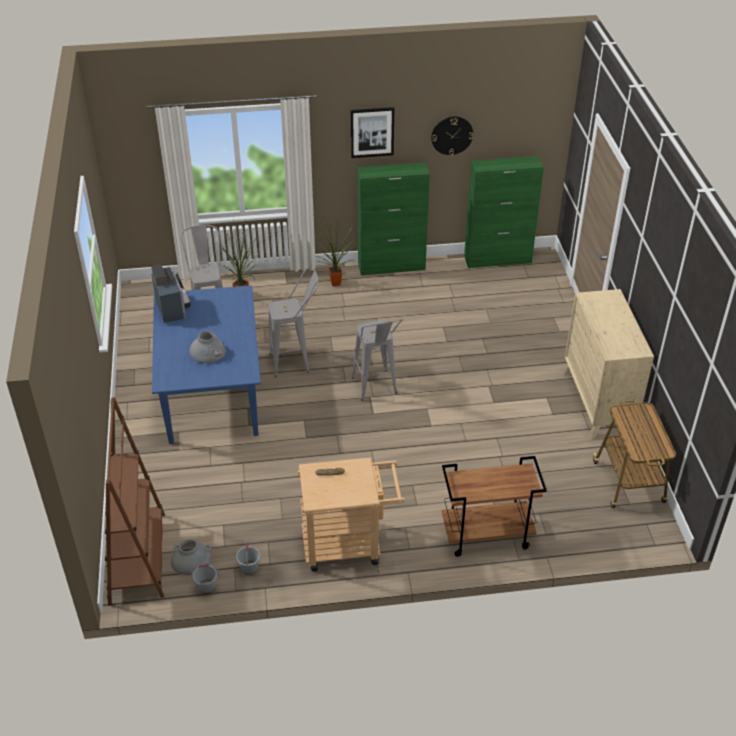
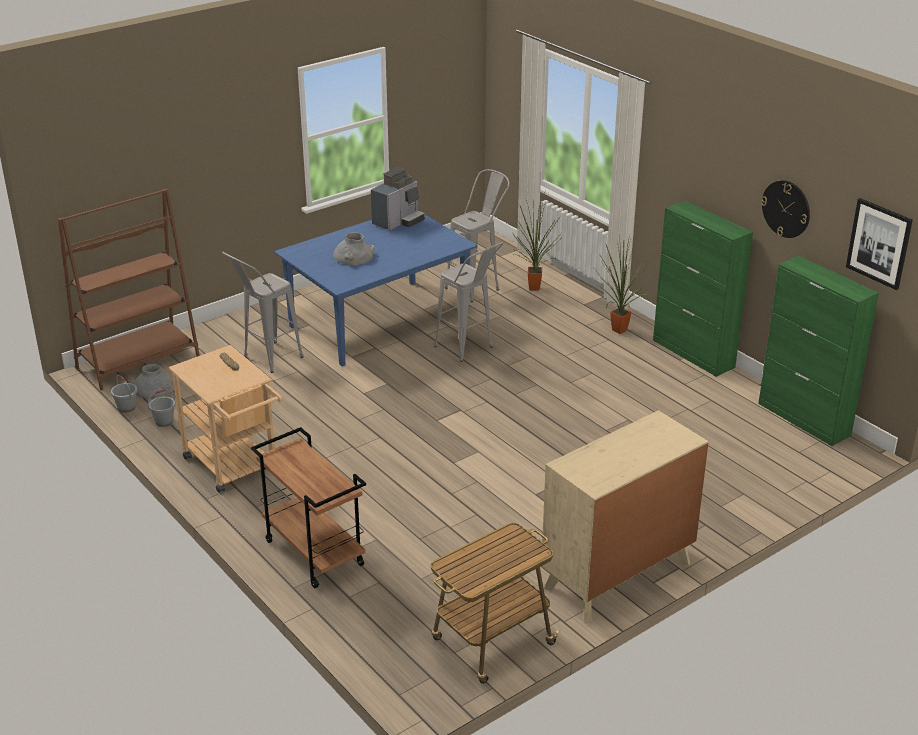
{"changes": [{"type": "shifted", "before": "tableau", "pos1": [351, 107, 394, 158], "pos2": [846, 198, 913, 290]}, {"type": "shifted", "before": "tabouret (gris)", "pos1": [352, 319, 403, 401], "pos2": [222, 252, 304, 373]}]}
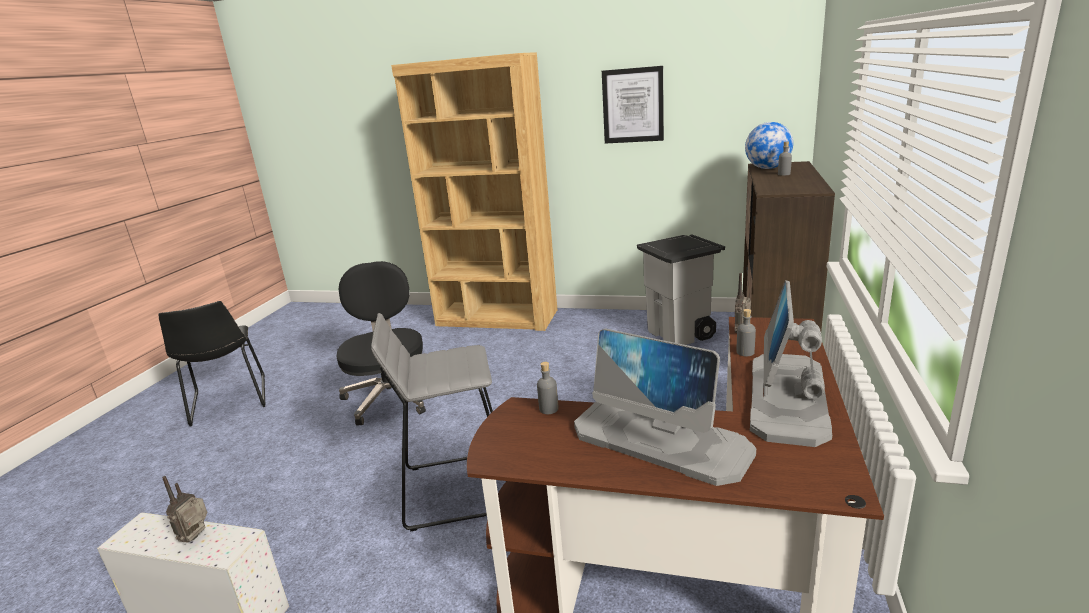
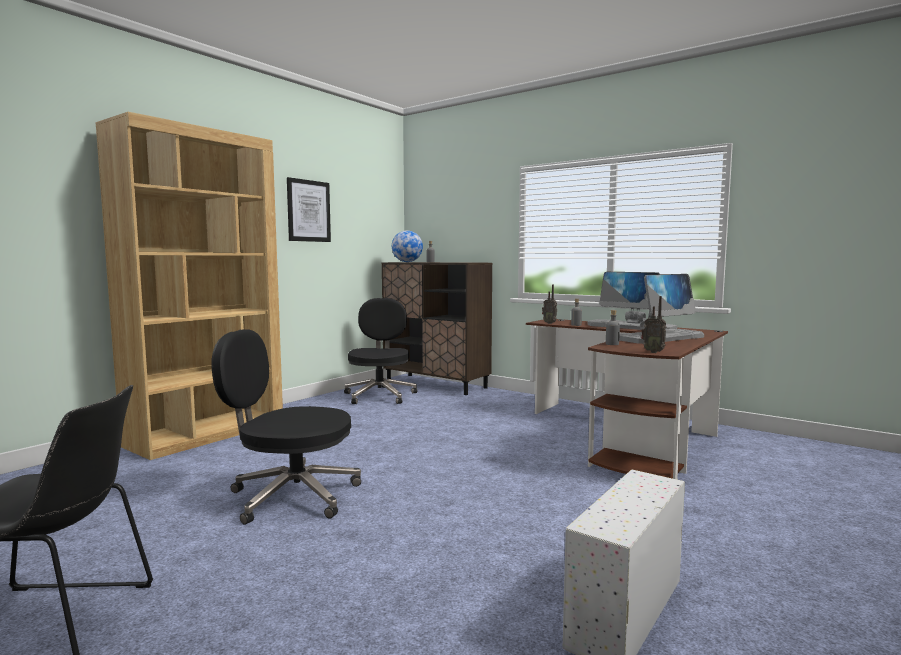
{"changes": [{"type": "shifted", "before": "radio", "pos1": [162, 476, 207, 542], "pos2": [641, 296, 666, 353]}, {"type": "gone", "before": "tabouret (gris)", "pos1": [371, 313, 493, 531]}, {"type": "swapped", "before": "poubelle (gris)", "after": "chaise de bureau (noir)", "pos1": [637, 235, 725, 345], "pos2": [344, 298, 417, 404]}]}
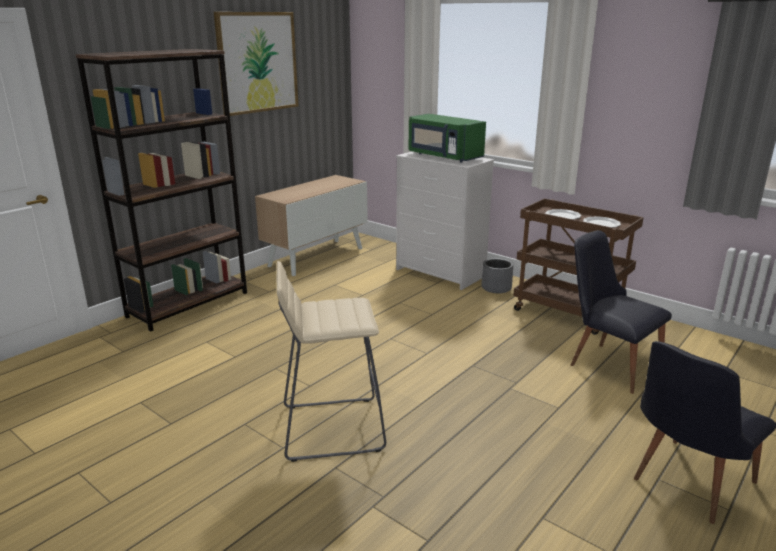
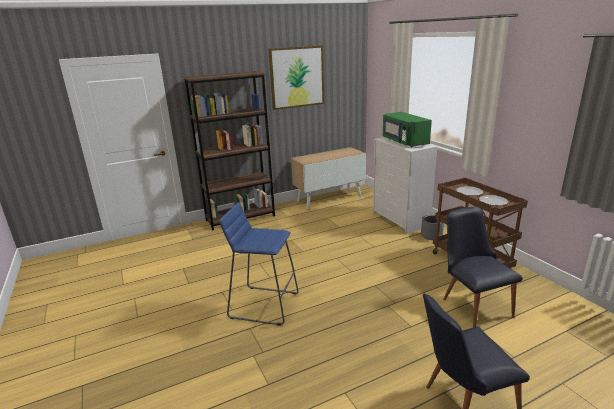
{"changes": [{"type": "repainted", "before": "tabouret (beige)", "after": "tabouret (bleu)", "pos1": [276, 261, 386, 462], "pos2": [219, 202, 299, 325]}]}
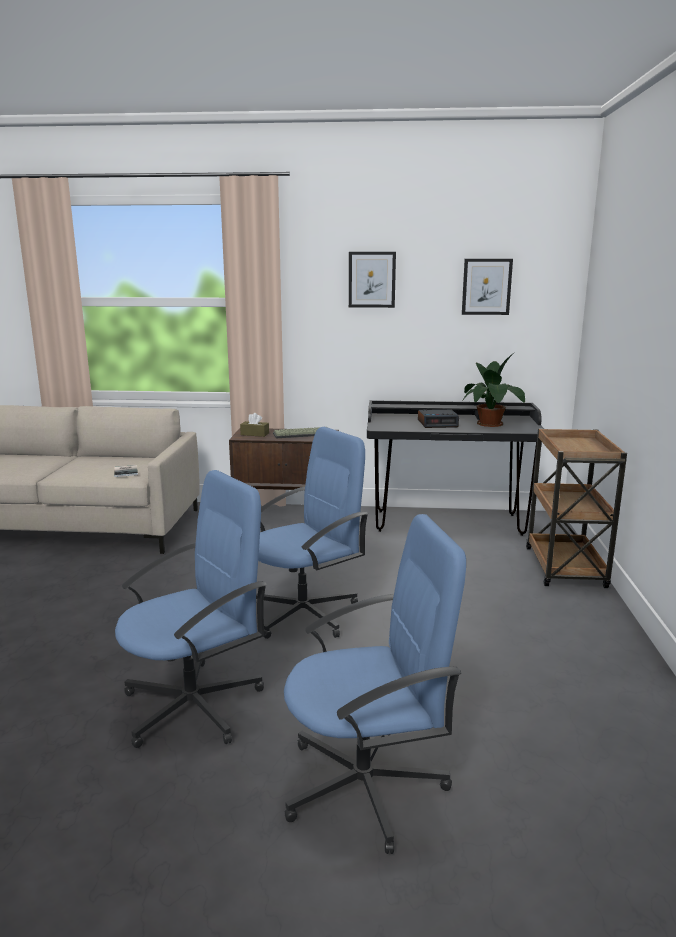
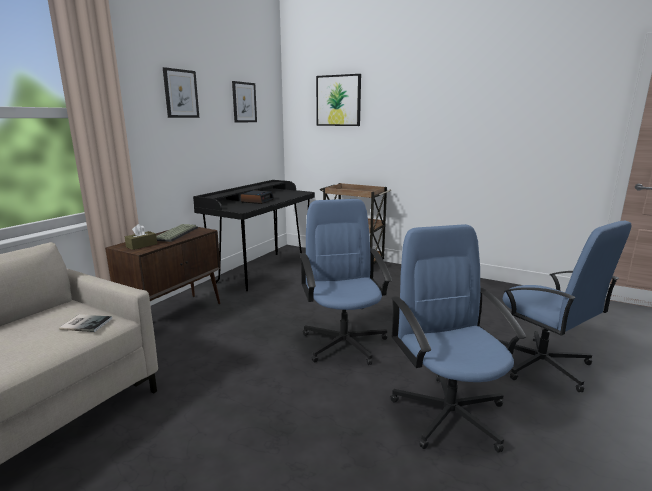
{"changes": [{"type": "rotated", "before": "chaise de bureau (bleu)", "pos1": [284, 514, 466, 854], "pos2": [497, 221, 632, 392], "turn": 135}, {"type": "gone", "before": "plante en pot", "pos1": [463, 353, 525, 427]}, {"type": "new", "after": "tableau", "pos2": [316, 74, 361, 126]}]}
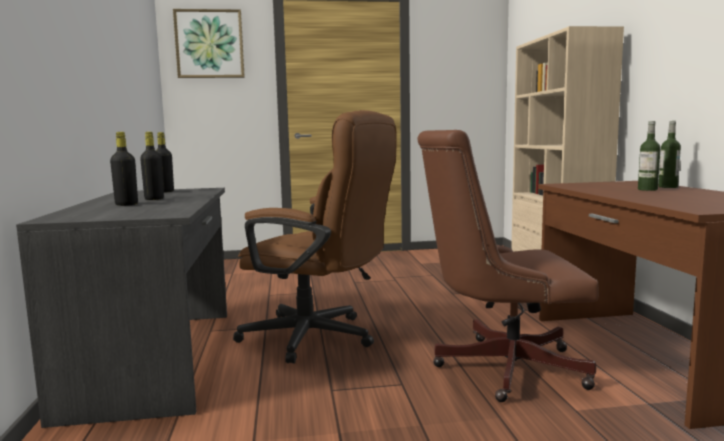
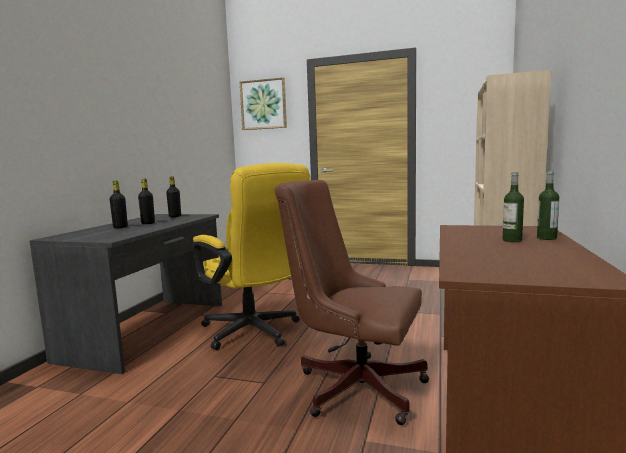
{"changes": [{"type": "repainted", "before": "chaise de bureau (marron)", "after": "chaise de bureau (jaune)", "pos1": [233, 110, 397, 364], "pos2": [193, 163, 311, 350]}]}
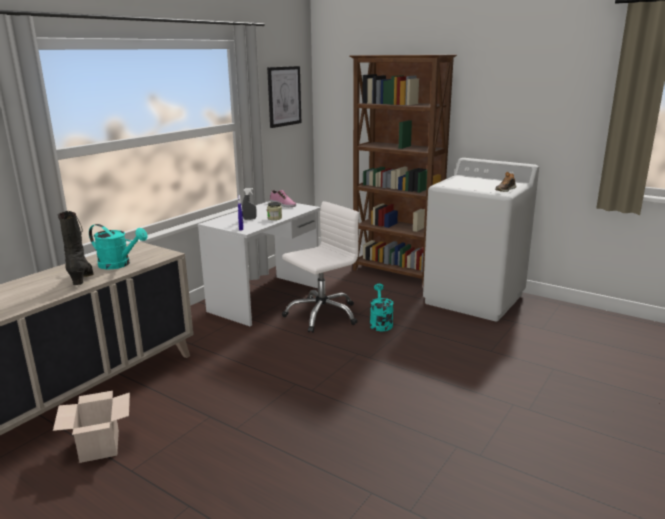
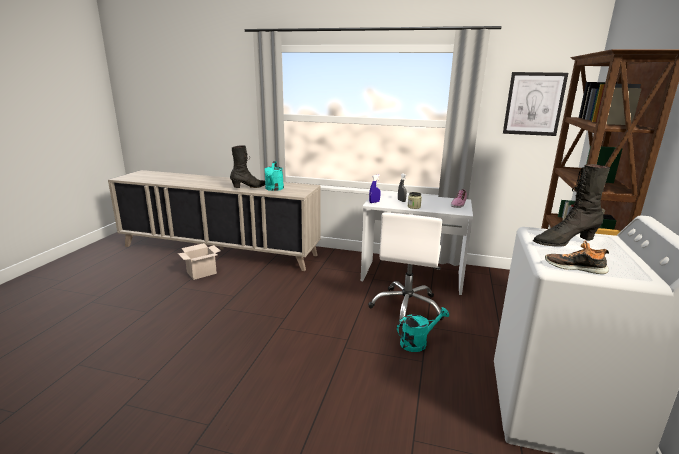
{"changes": [{"type": "rotated", "before": "chaise de bureau (blanc)", "pos1": [282, 201, 359, 333], "pos2": [368, 213, 445, 327], "turn": 75}, {"type": "new", "after": "botte (noir)", "pos2": [533, 164, 610, 247]}]}
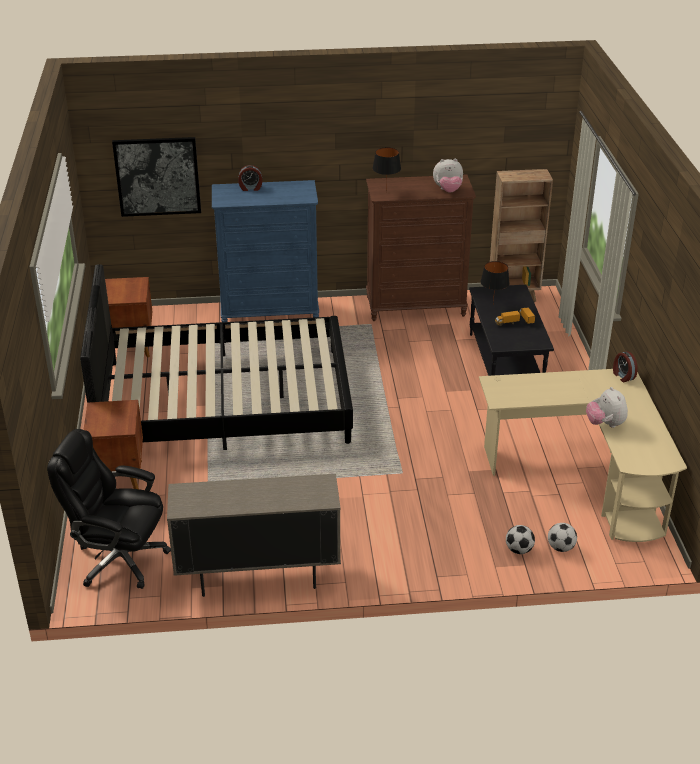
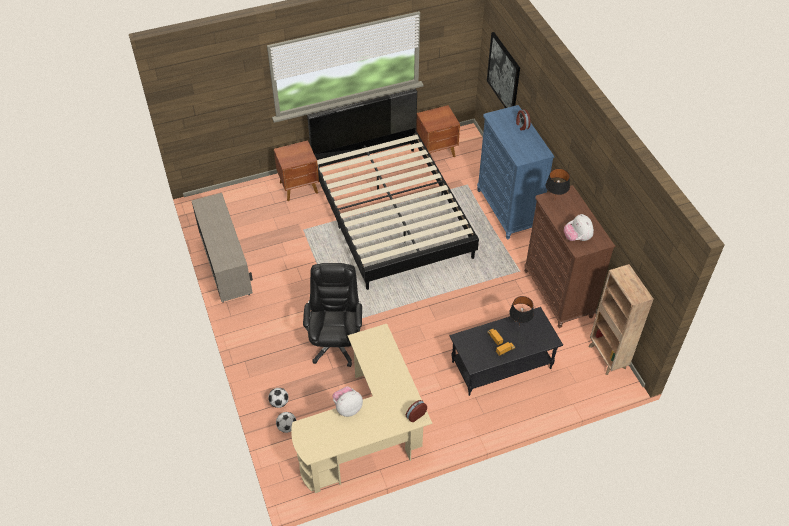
{"changes": [{"type": "shifted", "before": "chaise de bureau (noir)", "pos1": [47, 429, 171, 589], "pos2": [303, 263, 362, 367]}]}
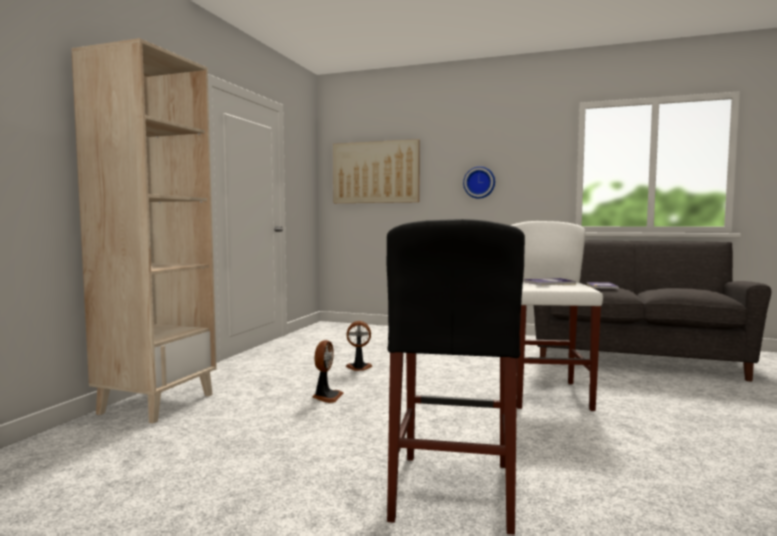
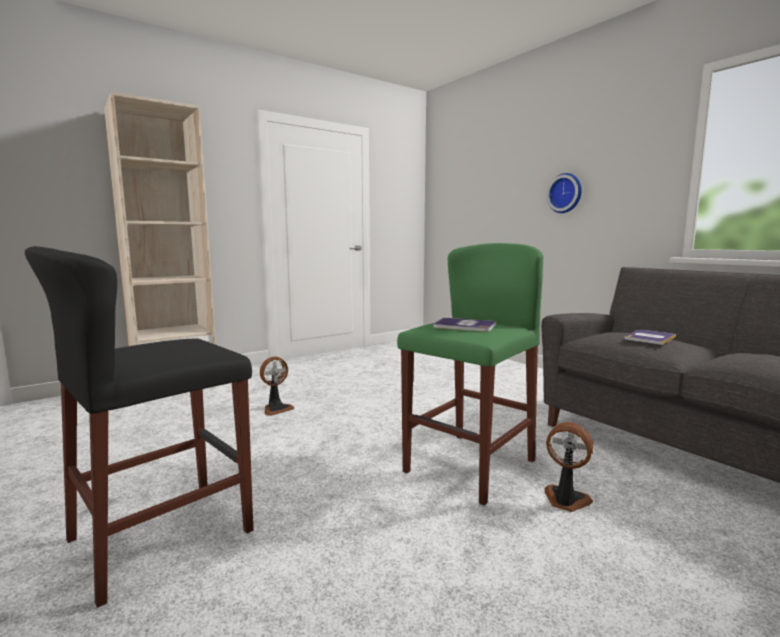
{"changes": [{"type": "gone", "before": "tableau", "pos1": [333, 139, 420, 203]}, {"type": "shifted", "before": "ventilateur", "pos1": [346, 321, 372, 371], "pos2": [544, 422, 594, 512]}, {"type": "repainted", "before": "tabouret (blanc)", "after": "tabouret (vert)", "pos1": [511, 221, 603, 411], "pos2": [397, 243, 543, 506]}]}
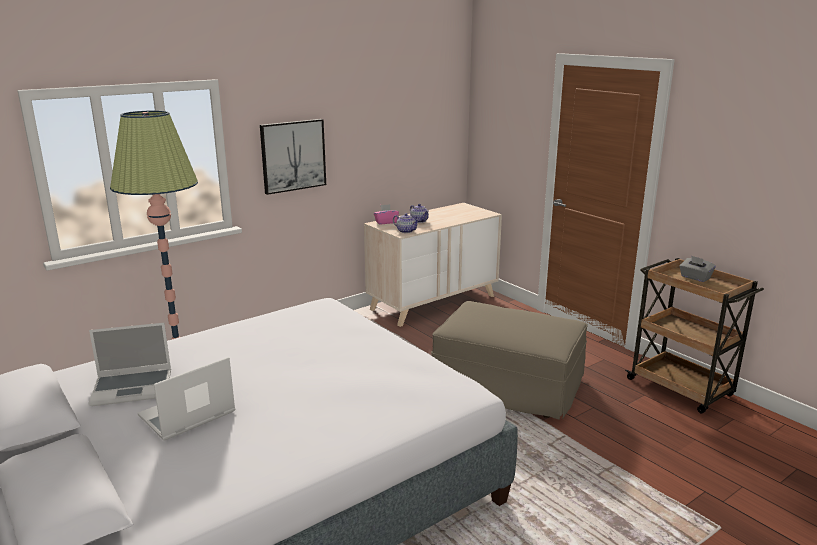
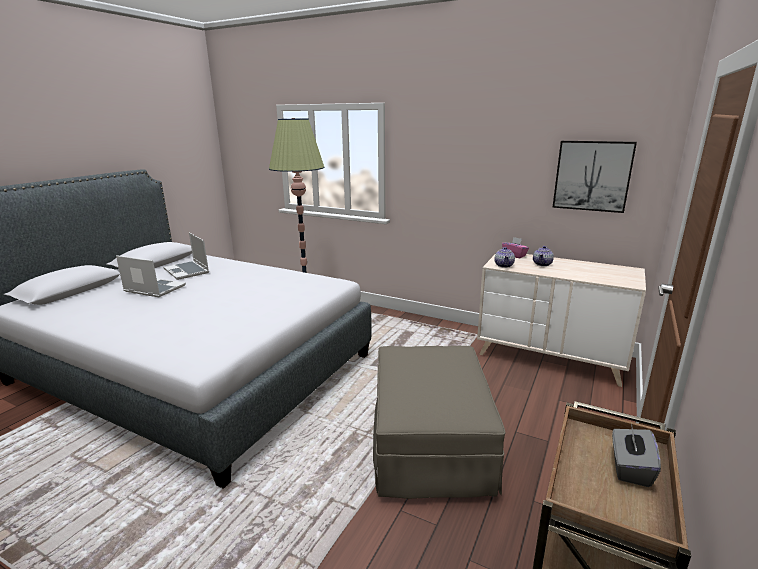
{"changes": [{"type": "shifted", "before": "tableau", "pos1": [260, 119, 326, 195], "pos2": [552, 141, 637, 213]}]}
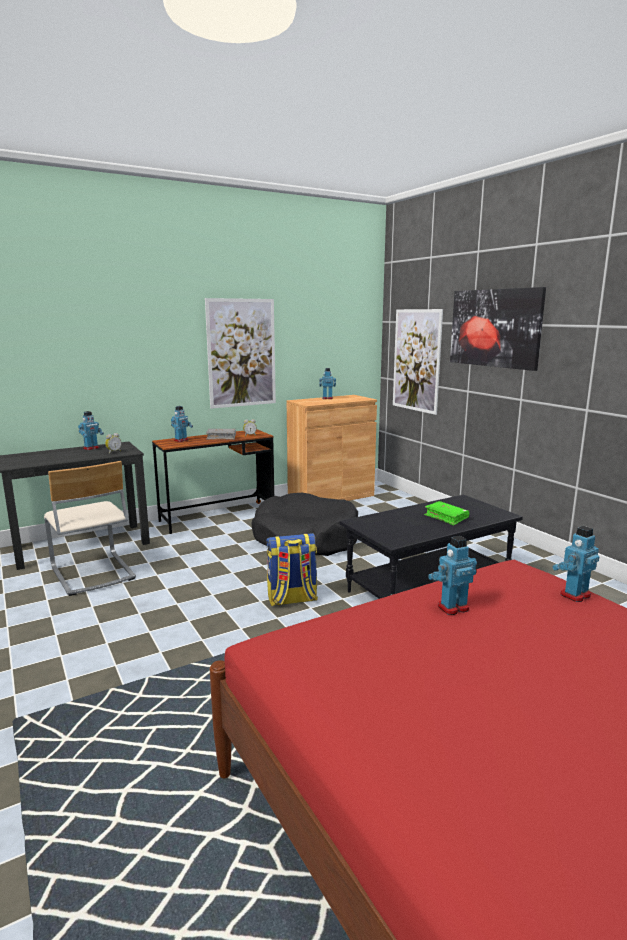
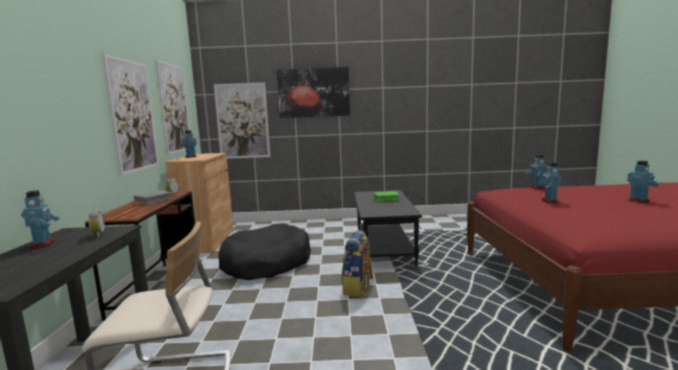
{"changes": [{"type": "shifted", "before": "robot jouet", "pos1": [171, 406, 193, 442], "pos2": [627, 160, 659, 203]}, {"type": "new", "after": "tableau", "pos2": [155, 59, 190, 155]}]}
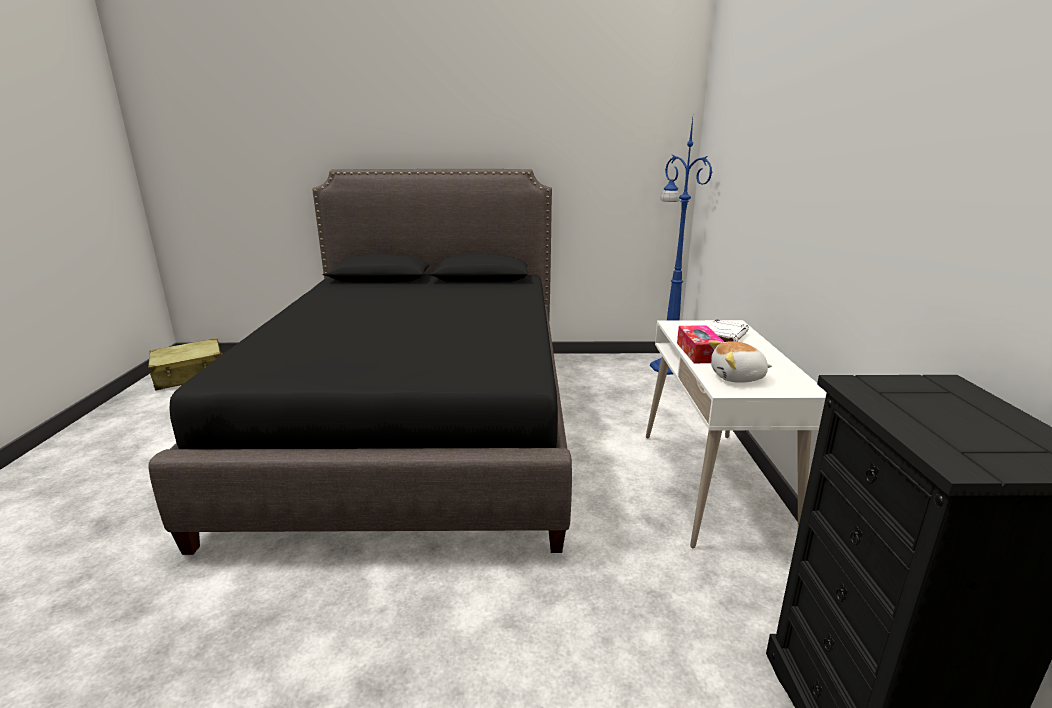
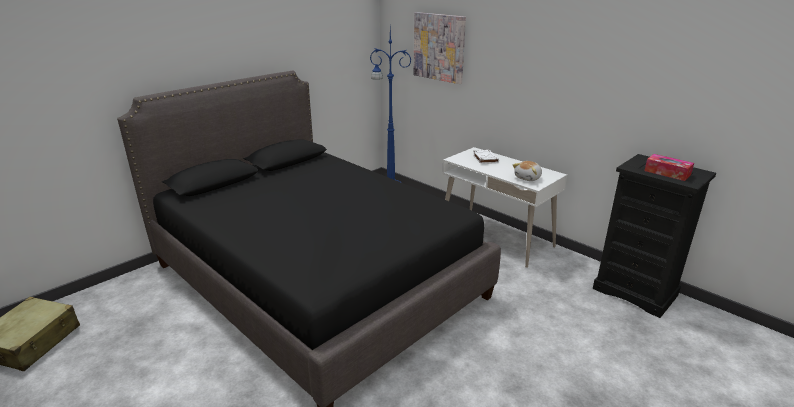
{"changes": [{"type": "shifted", "before": "boîte à mouchoirs", "pos1": [677, 325, 724, 363], "pos2": [644, 154, 694, 181]}, {"type": "new", "after": "tableau", "pos2": [414, 12, 466, 84]}]}
